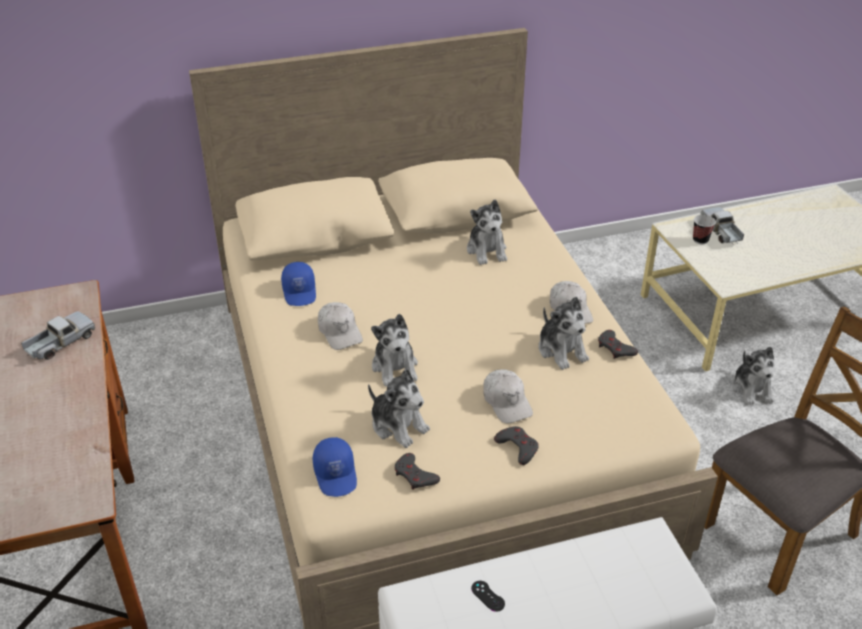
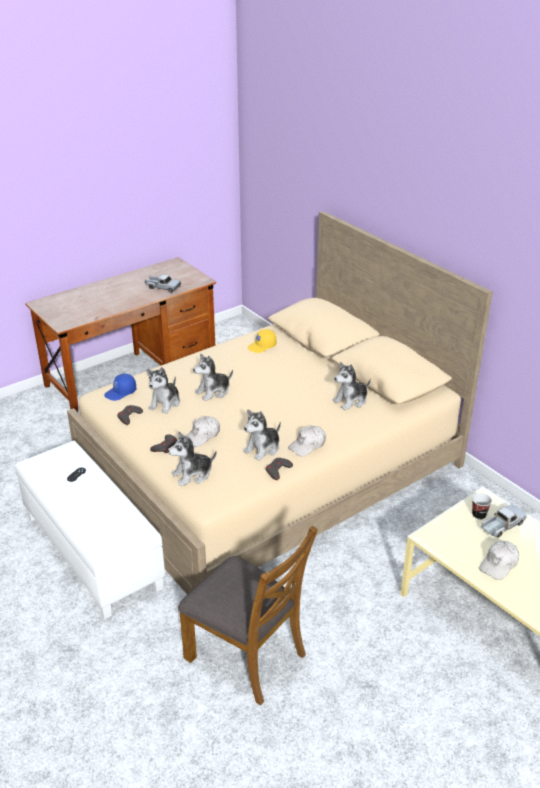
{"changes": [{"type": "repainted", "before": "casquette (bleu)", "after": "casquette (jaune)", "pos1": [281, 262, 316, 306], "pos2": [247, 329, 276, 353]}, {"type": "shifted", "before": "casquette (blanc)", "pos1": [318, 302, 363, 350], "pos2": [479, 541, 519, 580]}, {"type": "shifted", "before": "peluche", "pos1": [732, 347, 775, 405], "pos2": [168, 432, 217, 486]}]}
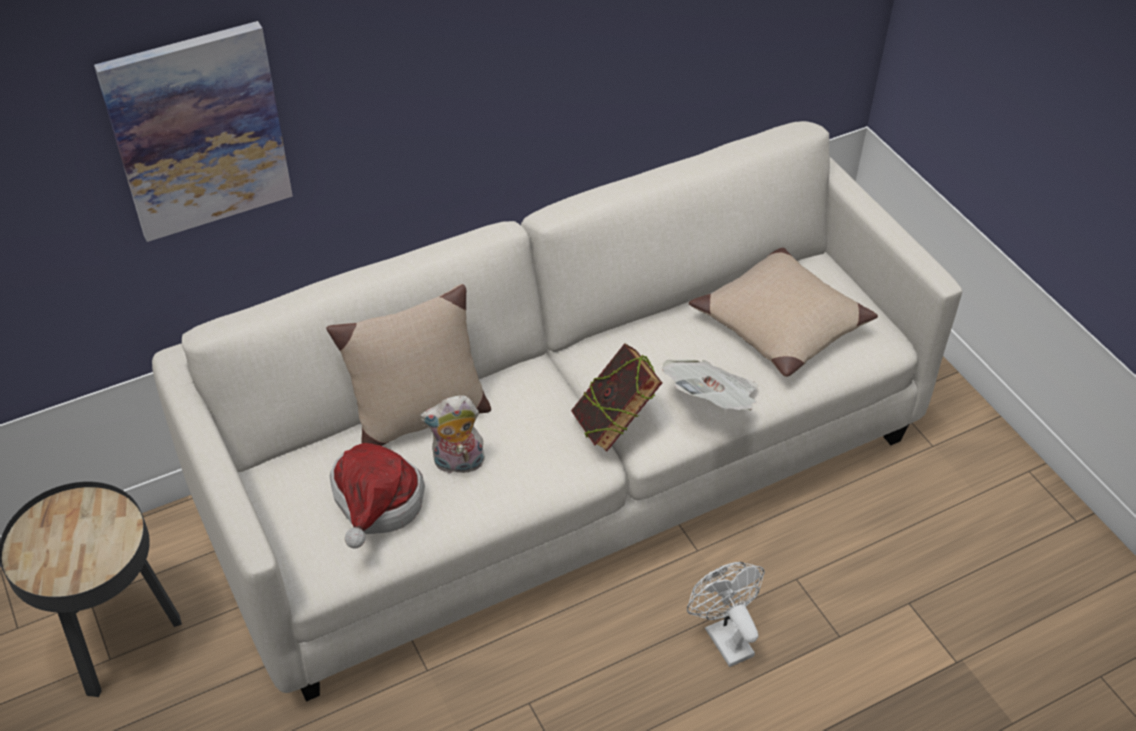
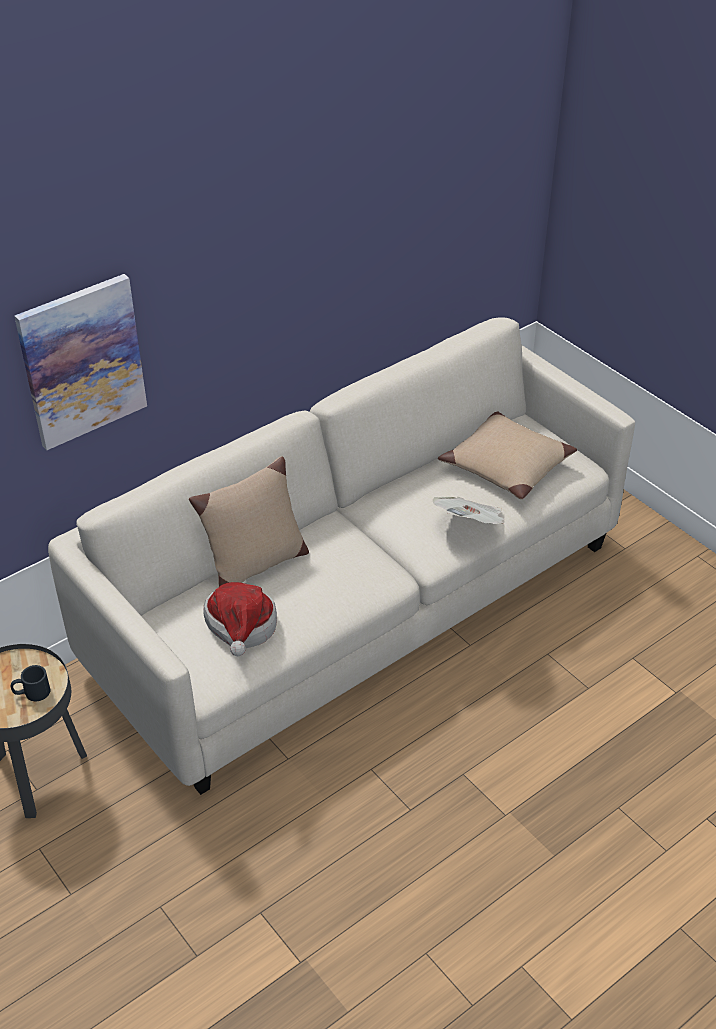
{"changes": [{"type": "gone", "before": "peluche", "pos1": [420, 395, 485, 474]}, {"type": "gone", "before": "livre", "pos1": [571, 343, 662, 452]}, {"type": "gone", "before": "ventilateur (blanc)", "pos1": [687, 562, 765, 667]}, {"type": "new", "after": "mug (noir)", "pos2": [11, 665, 50, 701]}]}
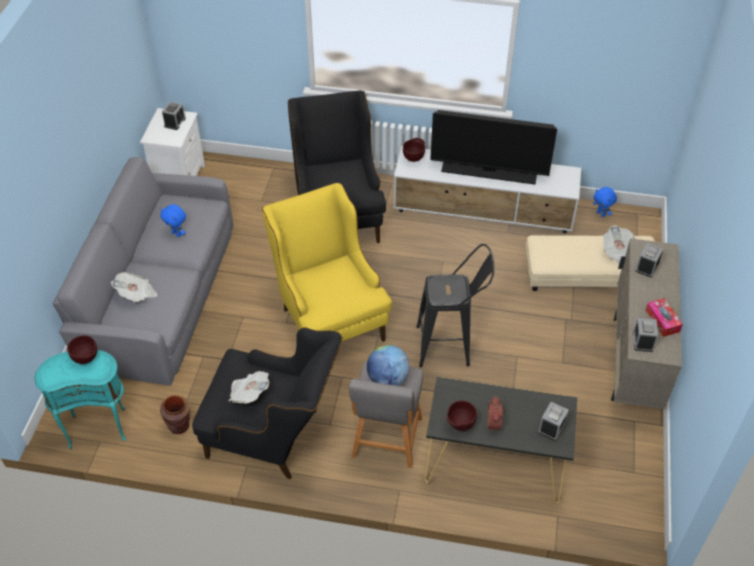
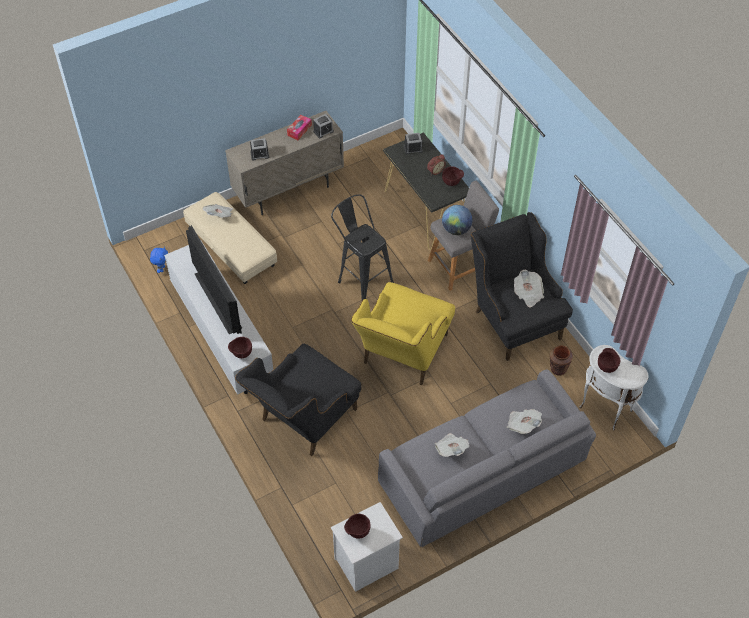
{"changes": [{"type": "repainted", "before": "table d'appoint (turquoise)", "after": "table d'appoint (blanc)", "pos1": [35, 350, 126, 449], "pos2": [579, 345, 649, 431]}, {"type": "swapped", "before": "peluche (bleu)", "after": "journal", "pos1": [160, 204, 186, 237], "pos2": [435, 433, 470, 457]}, {"type": "swapped", "before": "réveil", "after": "bol (marron)", "pos1": [162, 102, 186, 130], "pos2": [344, 514, 371, 539]}]}
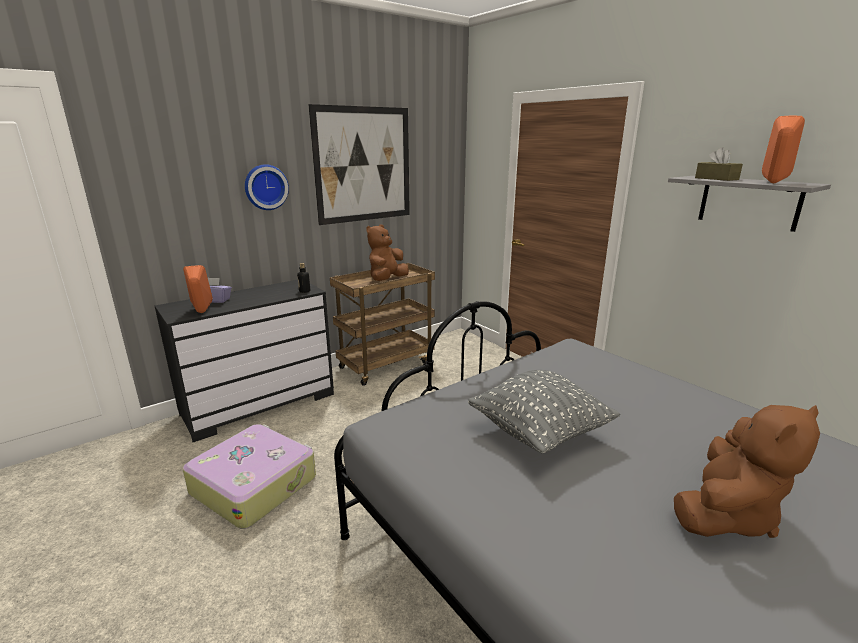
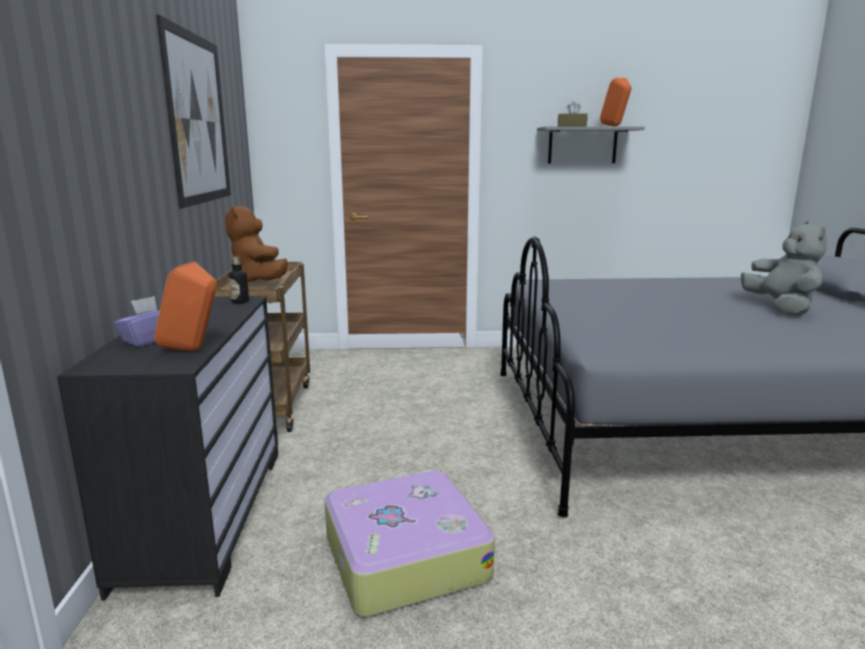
{"changes": [{"type": "gone", "before": "horloge murale", "pos1": [245, 164, 289, 210]}, {"type": "gone", "before": "coussin (gris)", "pos1": [468, 370, 620, 454]}, {"type": "repainted", "before": "peluche (marron)", "after": "peluche (gris)", "pos1": [674, 405, 820, 538], "pos2": [741, 221, 827, 315]}]}
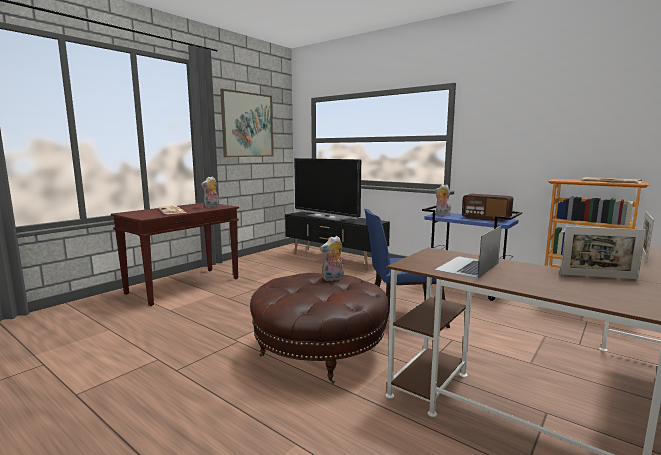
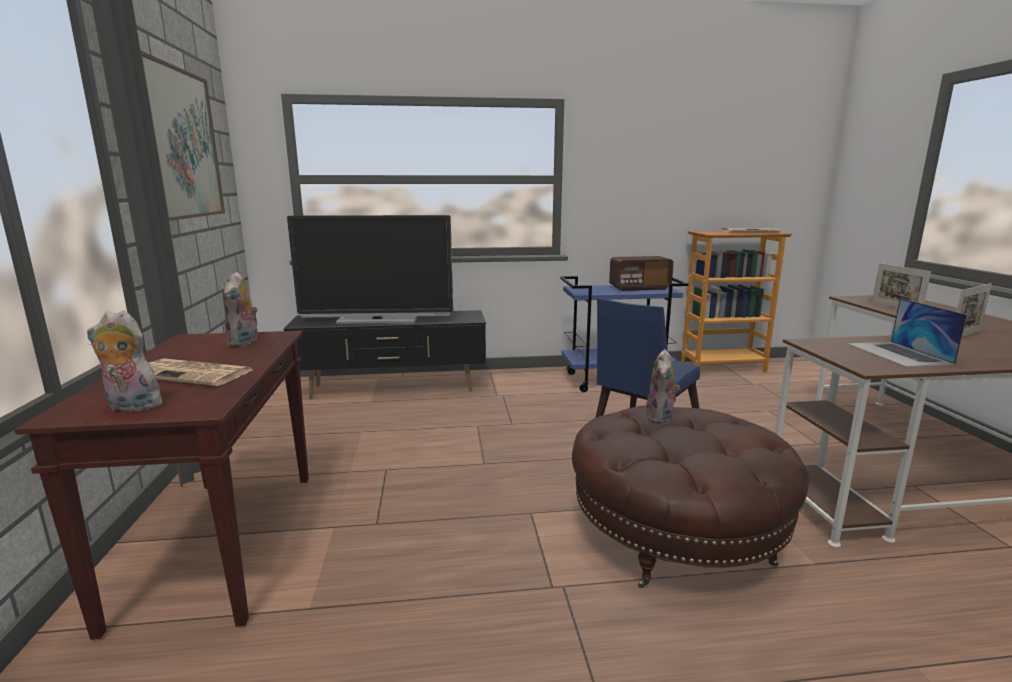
{"changes": [{"type": "shifted", "before": "peluche", "pos1": [435, 184, 451, 215], "pos2": [87, 310, 162, 414]}]}
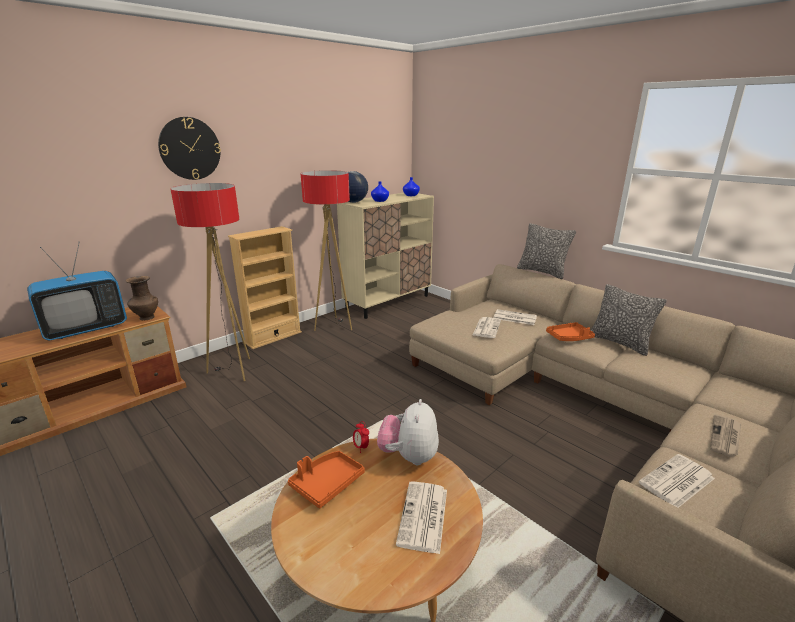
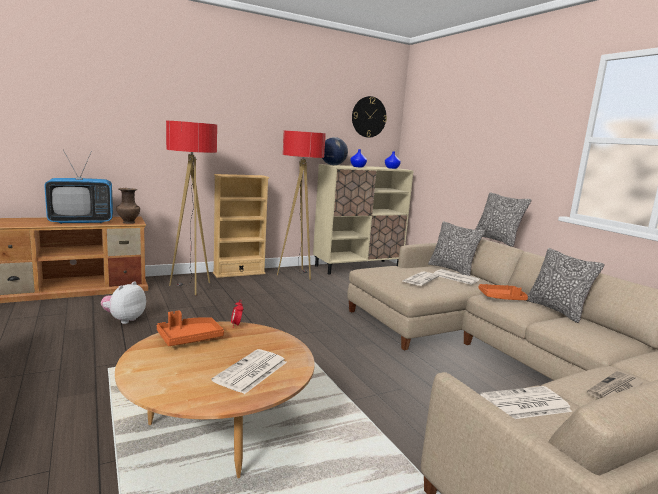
{"changes": [{"type": "shifted", "before": "horloge murale", "pos1": [158, 117, 221, 180], "pos2": [352, 96, 387, 138]}, {"type": "shifted", "before": "peluche", "pos1": [377, 399, 439, 465], "pos2": [101, 281, 146, 324]}, {"type": "new", "after": "coussin", "pos2": [428, 221, 485, 276]}]}
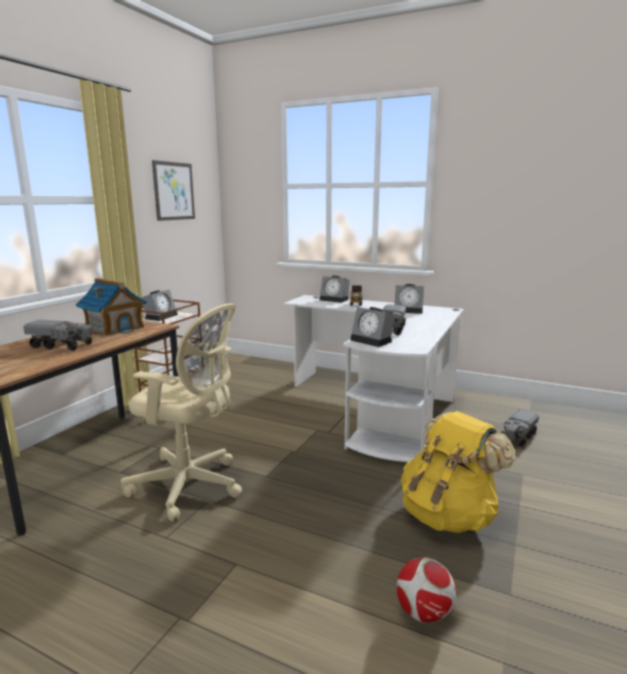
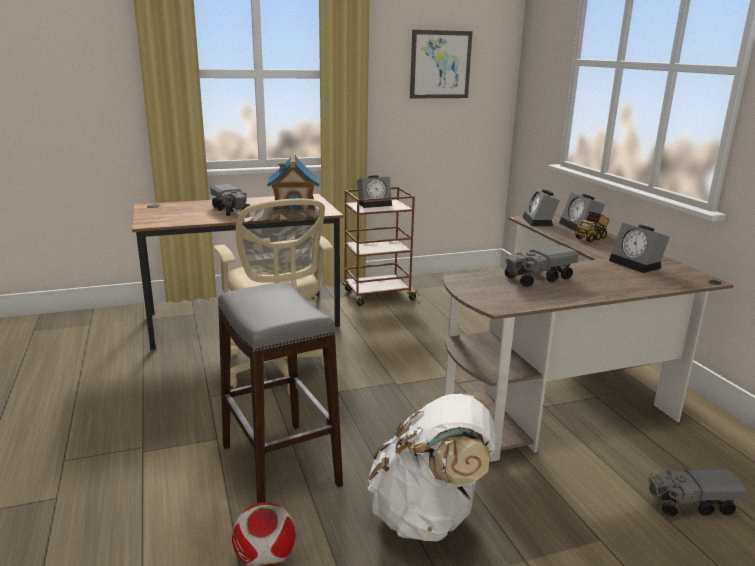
{"changes": [{"type": "repainted", "before": "bureau (blanc)", "after": "bureau (marron)", "pos1": [283, 295, 464, 462], "pos2": [443, 213, 734, 462]}, {"type": "shifted", "before": "réveil", "pos1": [350, 307, 395, 347], "pos2": [523, 187, 560, 226]}, {"type": "repainted", "before": "sac à dos (jaune)", "after": "sac à dos (blanc)", "pos1": [401, 411, 516, 533], "pos2": [367, 394, 495, 541]}, {"type": "new", "after": "tabouret (gris)", "pos2": [218, 283, 343, 503]}]}
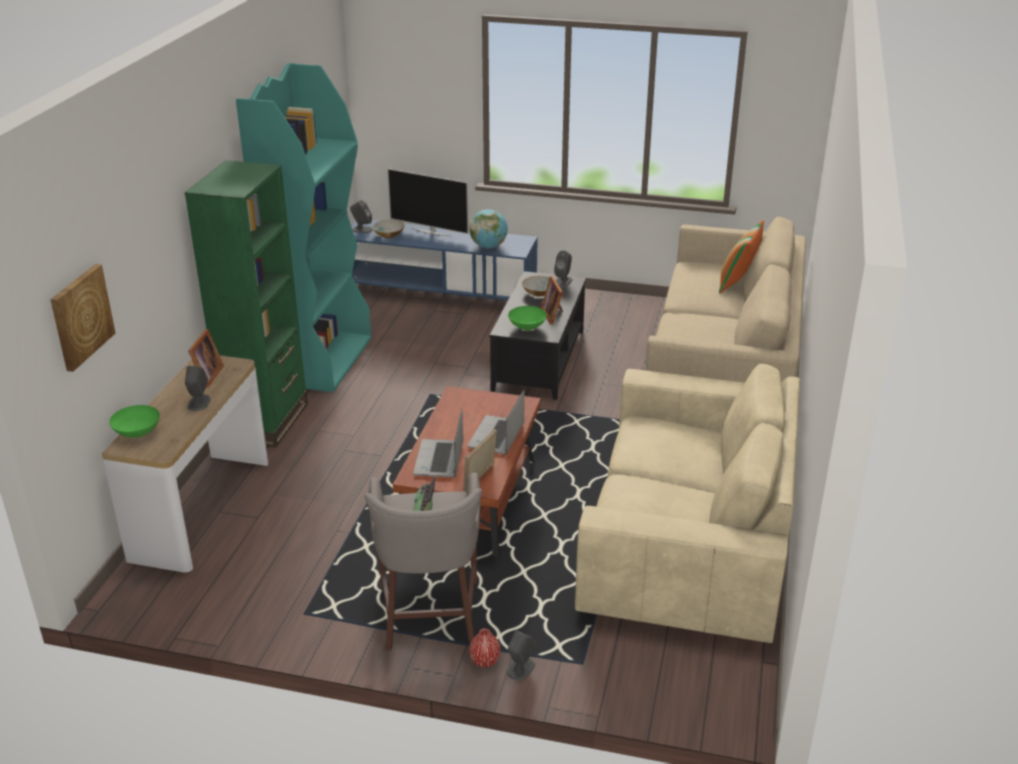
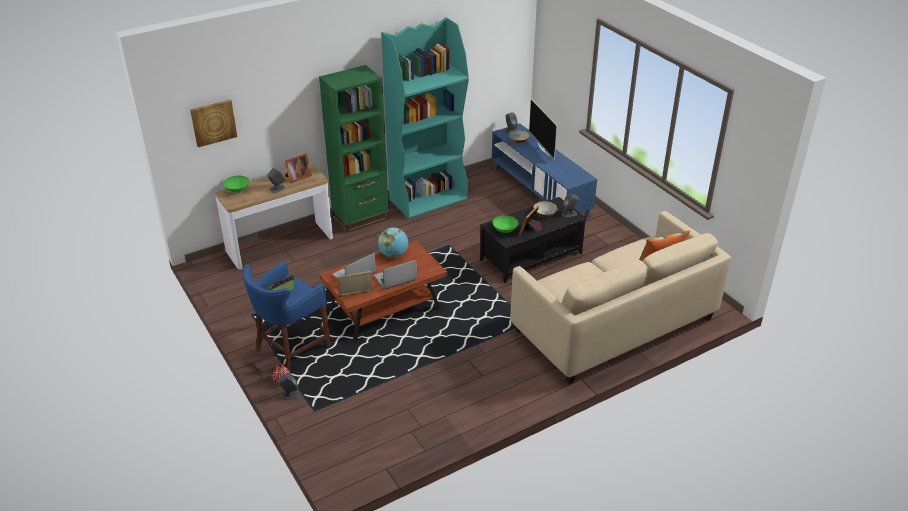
{"changes": [{"type": "repainted", "before": "tabouret (gris)", "after": "tabouret (bleu)", "pos1": [364, 473, 482, 651], "pos2": [243, 261, 331, 371]}, {"type": "shifted", "before": "globe", "pos1": [469, 209, 508, 248], "pos2": [378, 227, 408, 258]}, {"type": "gone", "before": "canapé (beige)", "pos1": [575, 364, 800, 643]}]}
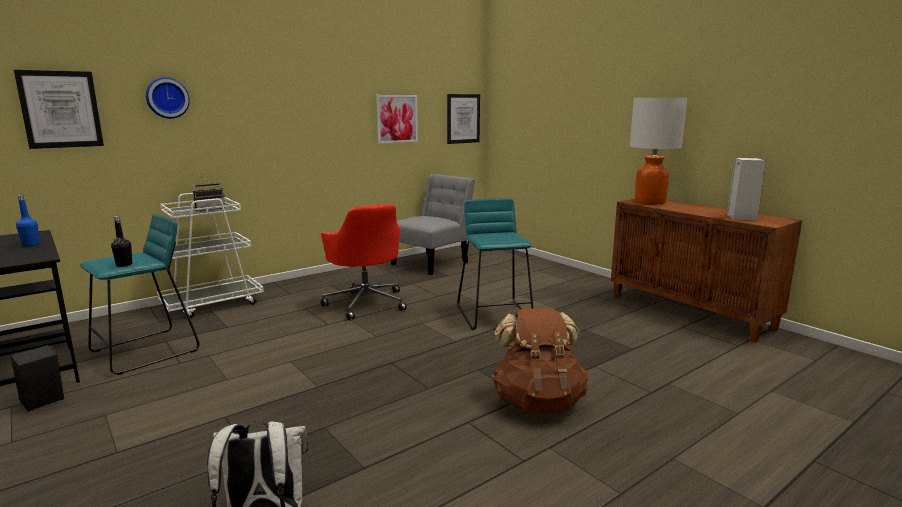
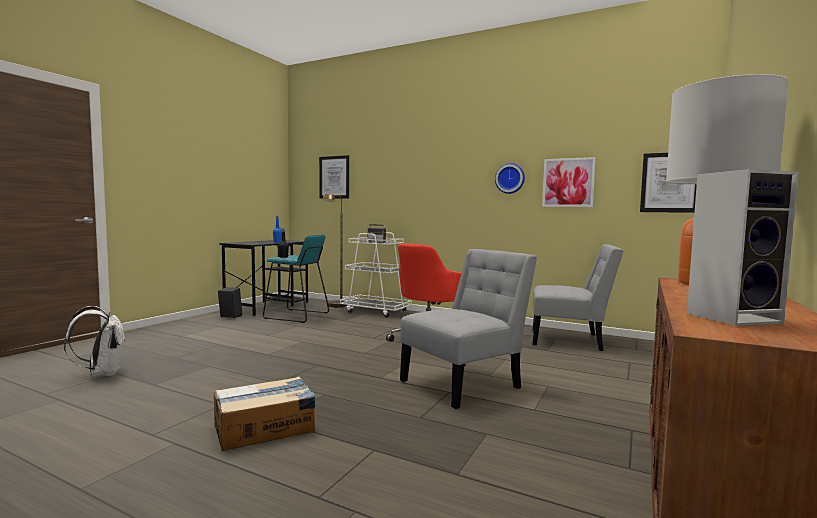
{"changes": [{"type": "shifted", "before": "horloge murale", "pos1": [146, 77, 190, 119], "pos2": [495, 163, 525, 194]}, {"type": "swapped", "before": "tabouret (turquoise)", "after": "chaise (gris)", "pos1": [457, 198, 534, 330], "pos2": [400, 249, 537, 409]}, {"type": "swapped", "before": "sac à dos (marron)", "after": "carton", "pos1": [492, 308, 588, 414], "pos2": [214, 376, 315, 451]}, {"type": "new", "after": "lampadaire (marron)", "pos2": [323, 194, 347, 307]}]}
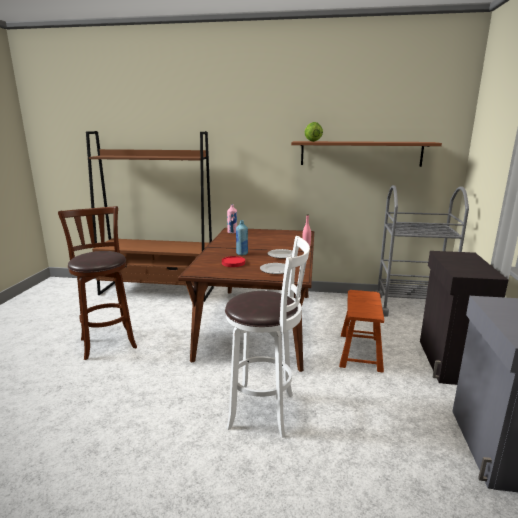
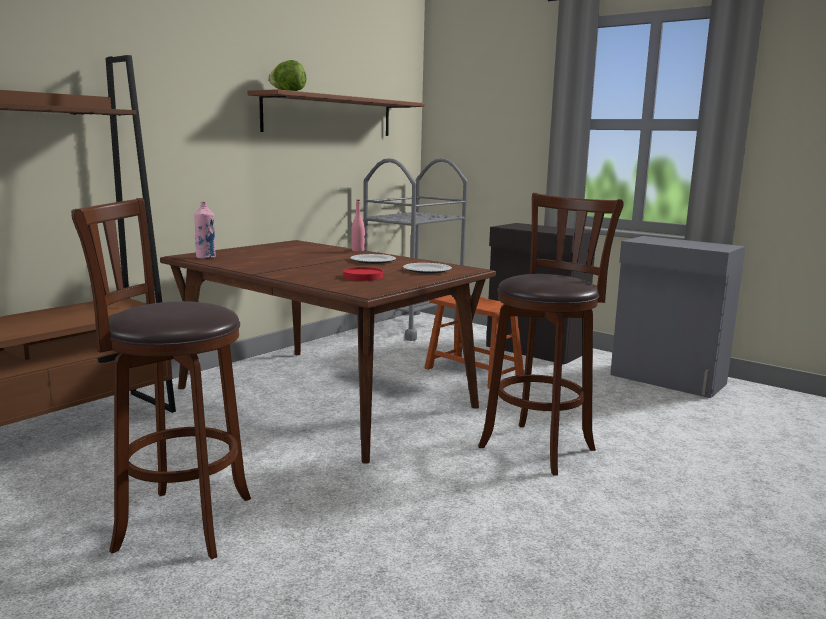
{"changes": [{"type": "repainted", "before": "tabouret (blanc)", "after": "tabouret (marron)", "pos1": [225, 236, 310, 438], "pos2": [478, 193, 624, 476]}, {"type": "gone", "before": "bouteille (bleu)", "pos1": [236, 220, 248, 255]}]}
